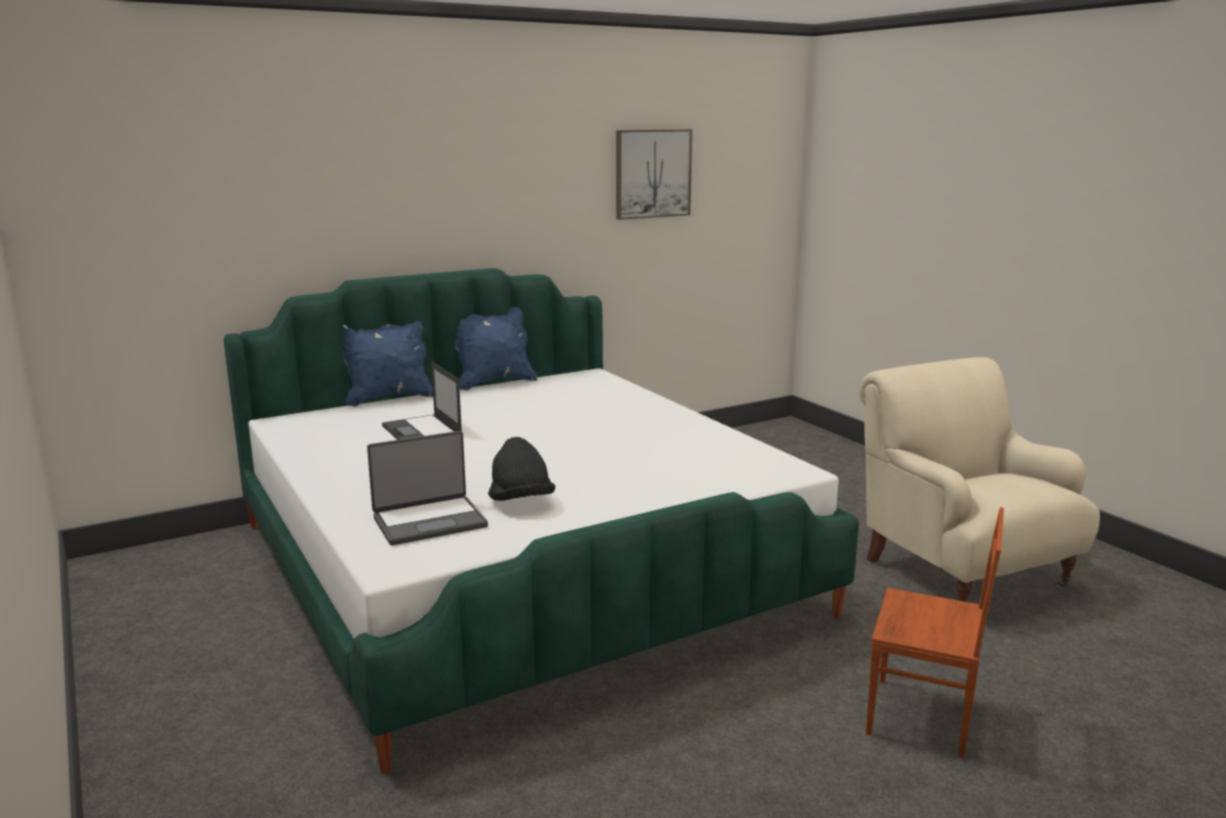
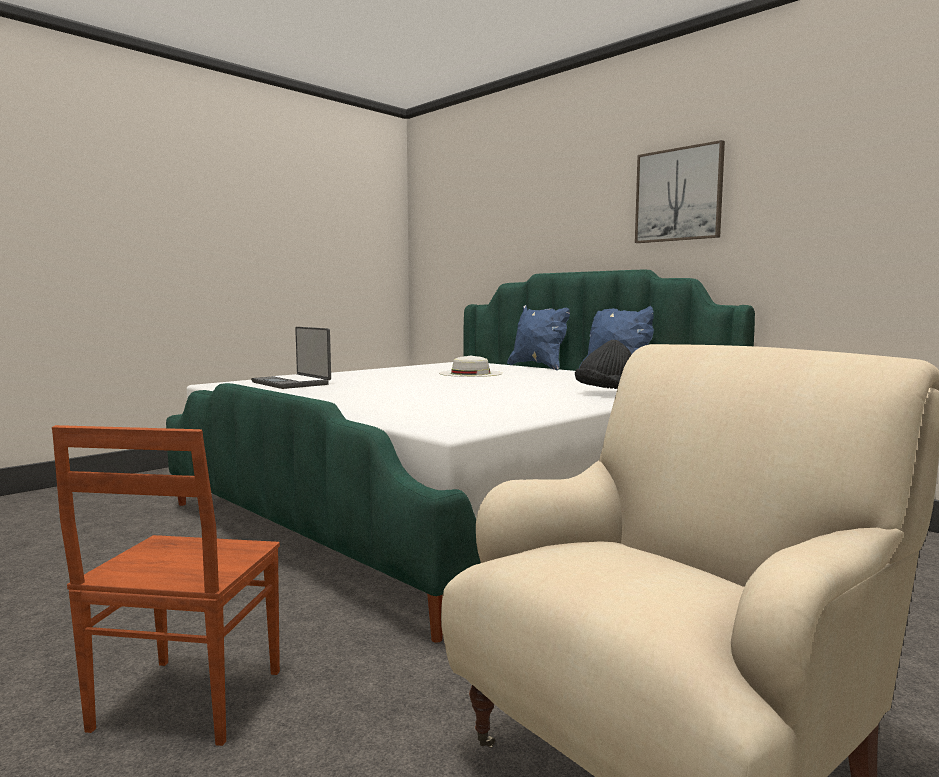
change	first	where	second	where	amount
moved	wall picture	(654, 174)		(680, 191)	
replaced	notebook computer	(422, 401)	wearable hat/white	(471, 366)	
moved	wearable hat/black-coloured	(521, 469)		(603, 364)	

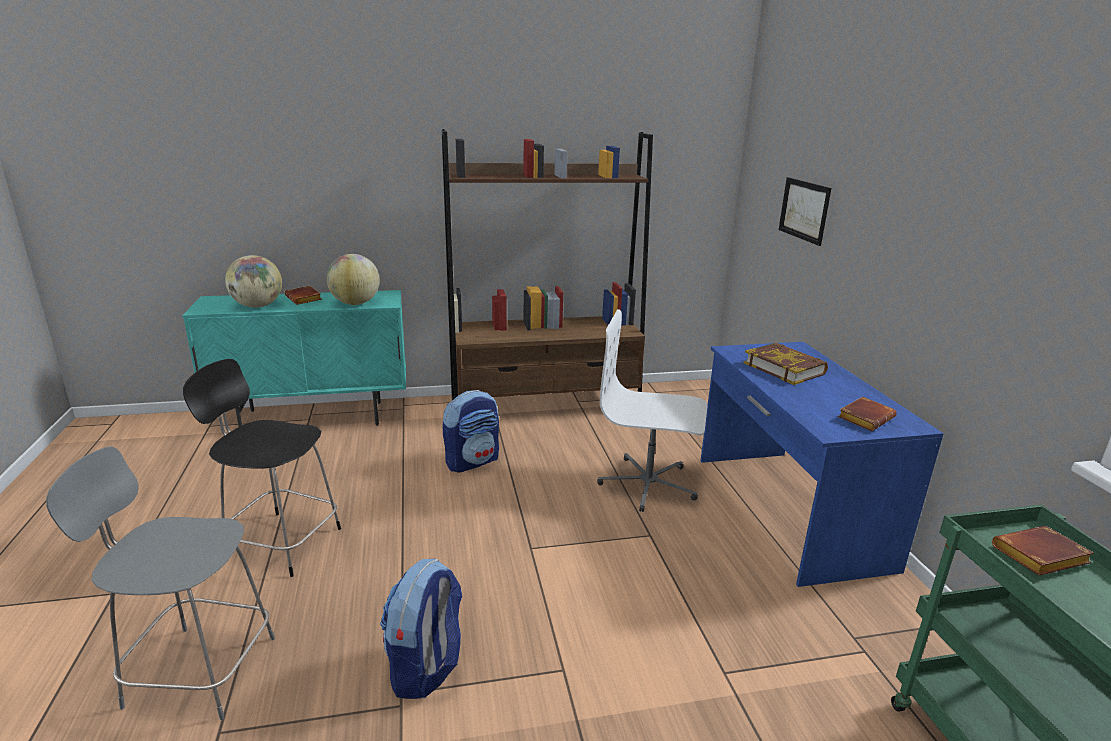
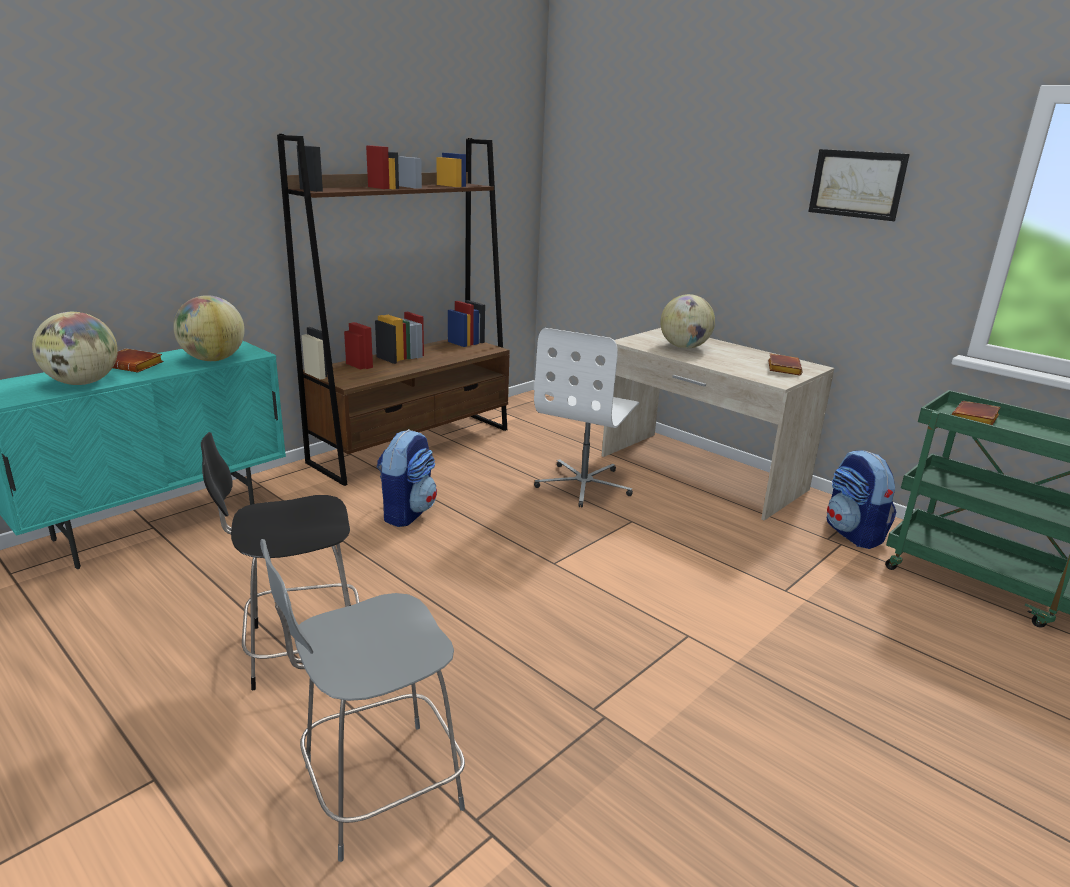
change	first	where	second	where	amount
moved	wall picture	(805, 211)		(859, 185)	
turned	computer chair/white	(652, 410)		(586, 417)	45 degrees counterclockwise
recoloured	desk table/blue	(822, 464)	desk table/beige-coloured	(718, 424)	
replaced	bound book	(786, 364)	globe	(687, 321)	
moved	rucksack	(421, 629)		(861, 499)	

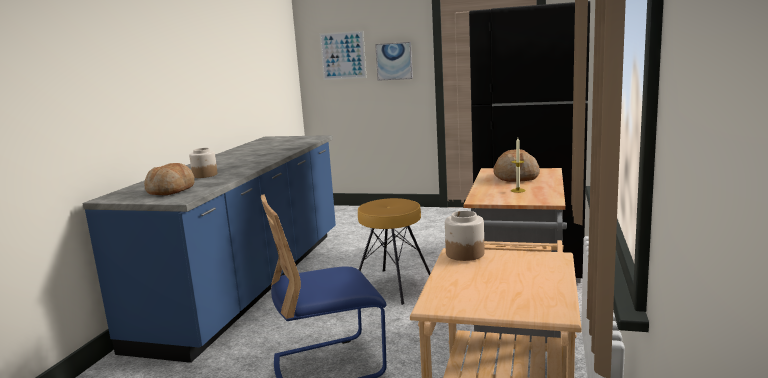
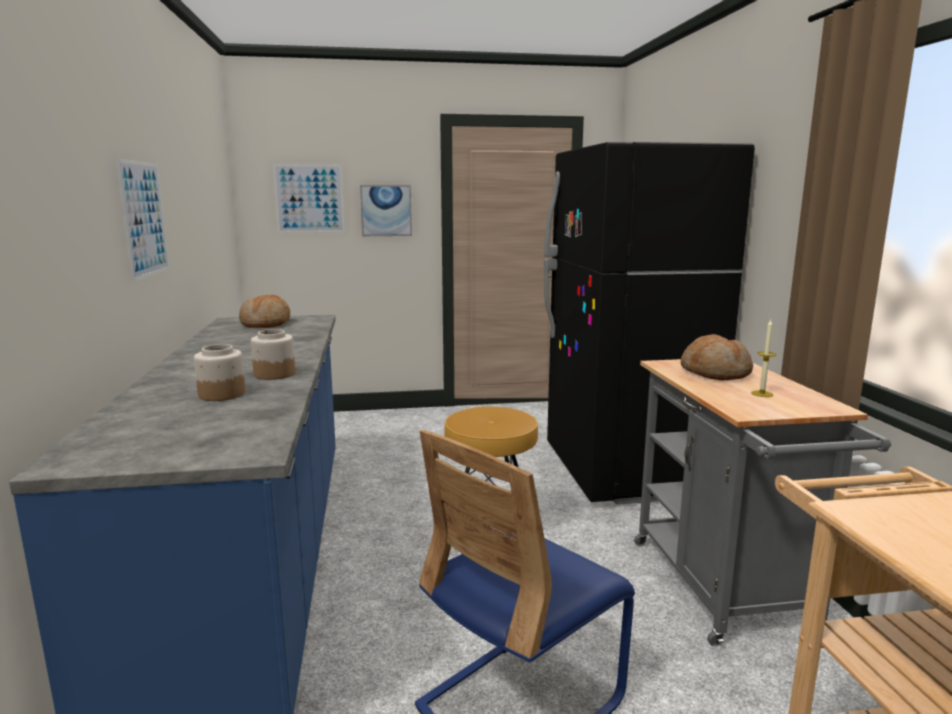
change	first	where	second	where	amount
moved	baked bread	(169, 179)		(264, 311)	
moved	storage jar	(464, 236)		(273, 354)	
added			wall picture	(142, 220)	

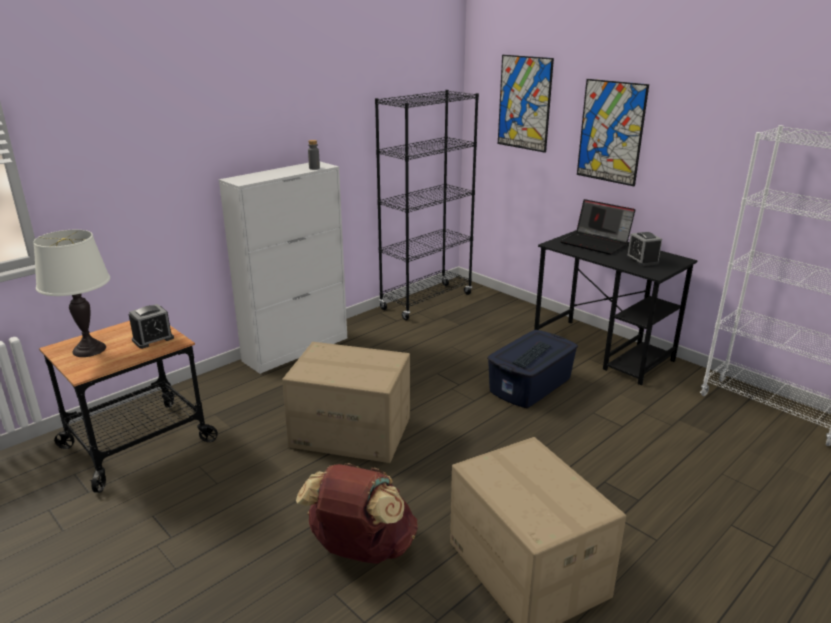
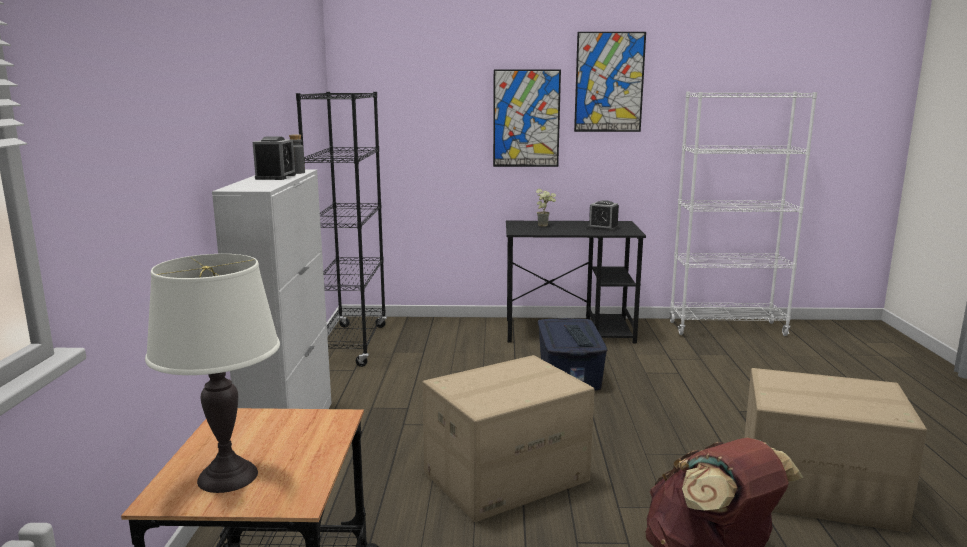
change	first	where	second	where	amount
moved	wall picture	(526, 104)		(610, 82)	
replaced	notebook computer	(597, 227)	plant in a pot	(546, 208)	
moved	bedside clock	(151, 326)		(274, 158)	

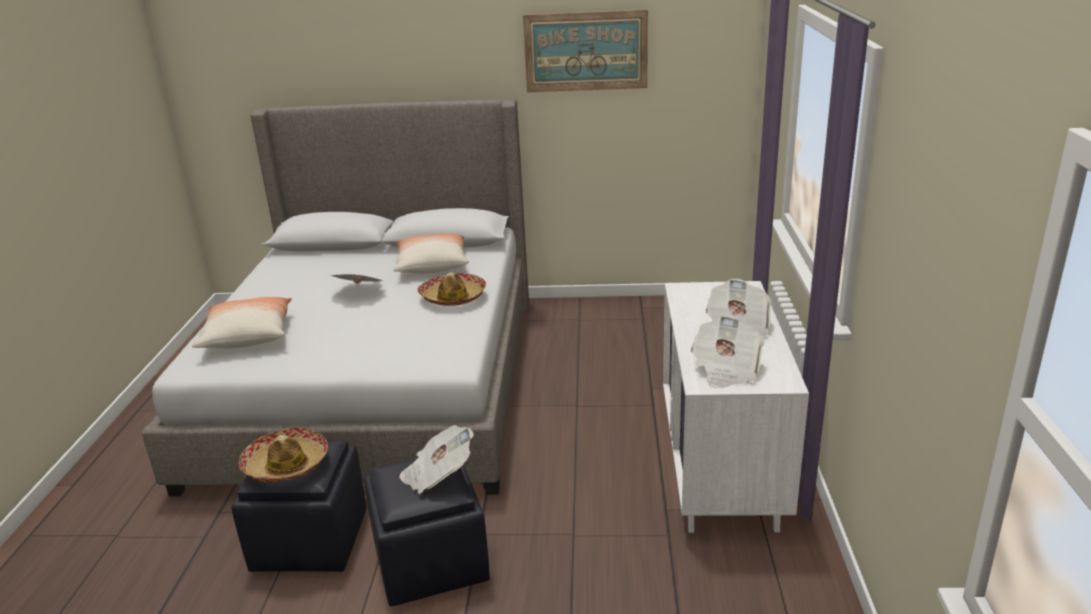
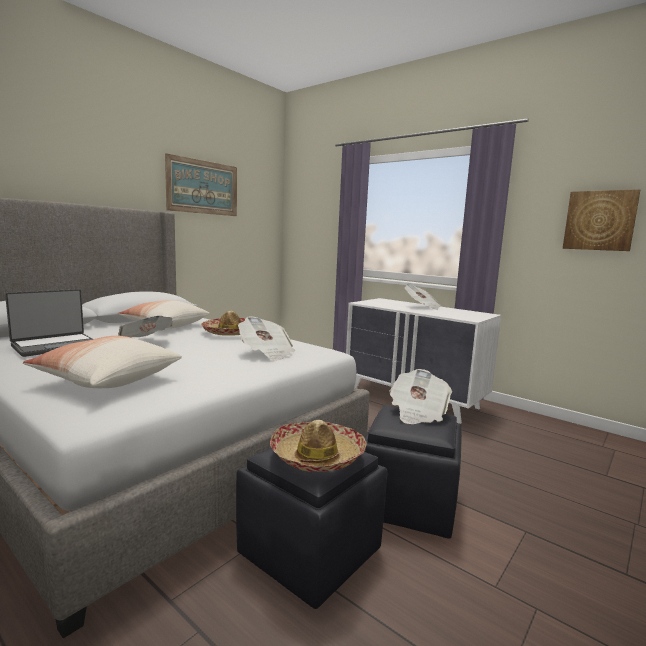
change	first	where	second	where	amount
moved	printed paper	(727, 351)		(266, 338)	
added			wall picture	(601, 220)	
added			notebook computer	(49, 323)	

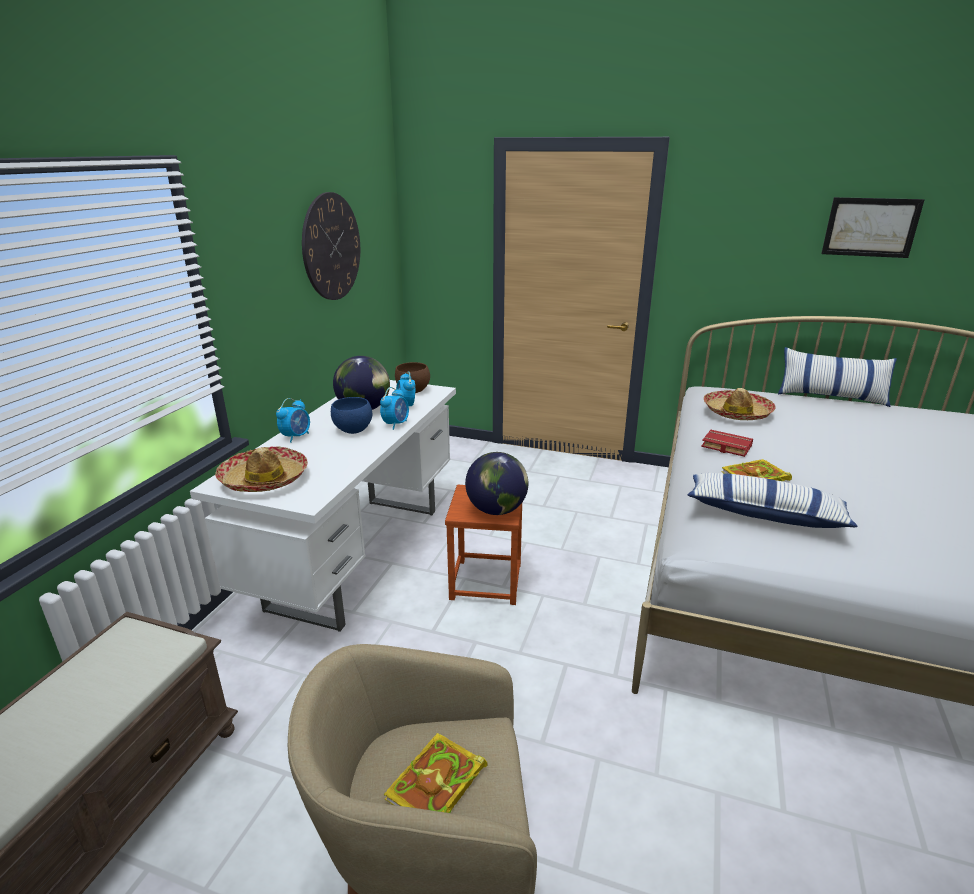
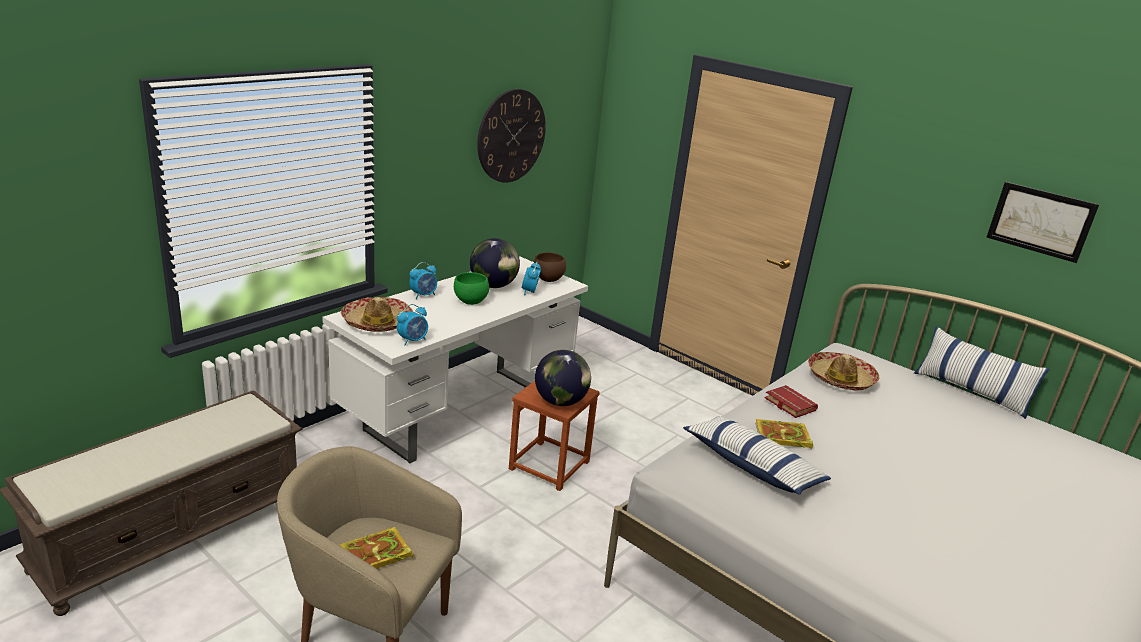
change	first	where	second	where	amount
moved	bedside clock	(394, 408)		(412, 324)	
recoloured	serving bowl/blue	(351, 415)	serving bowl/green-coloured	(471, 288)	

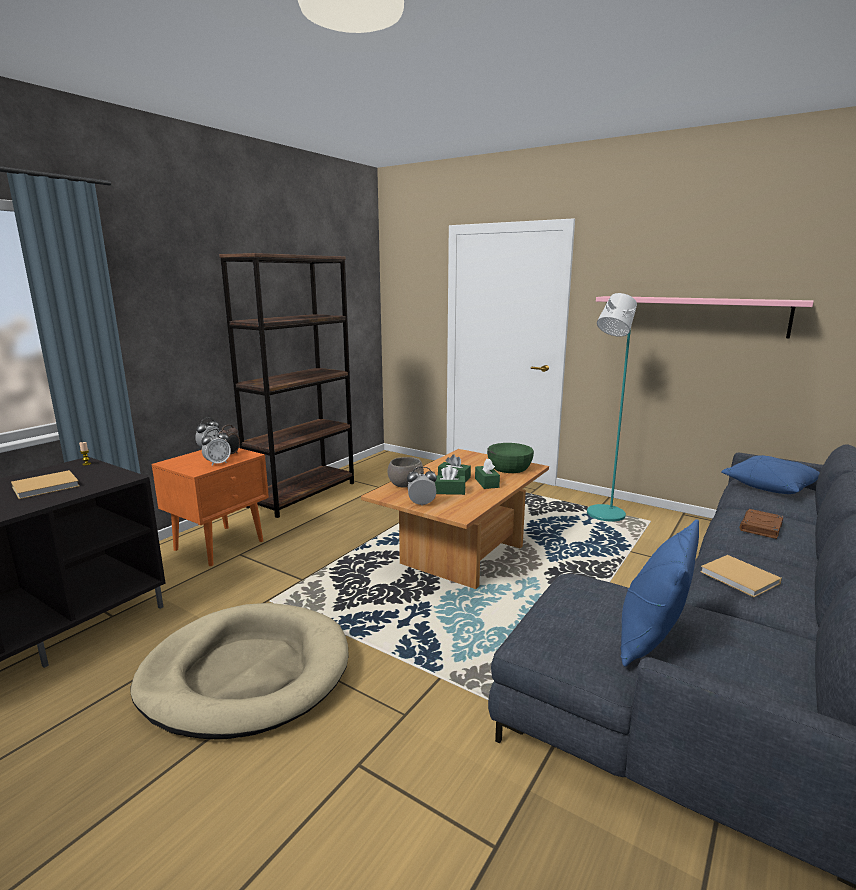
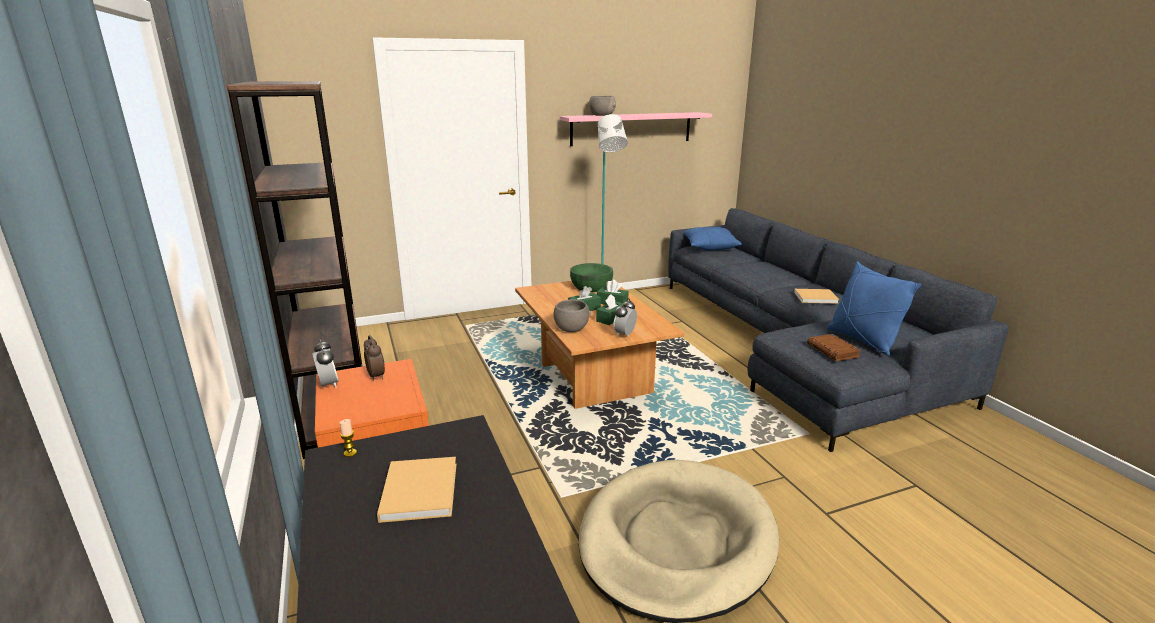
change	first	where	second	where	amount
removed	bedside clock	(216, 447)			
moved	bound book/brownish	(761, 524)		(834, 347)	
added			serving bowl/gray	(602, 106)	

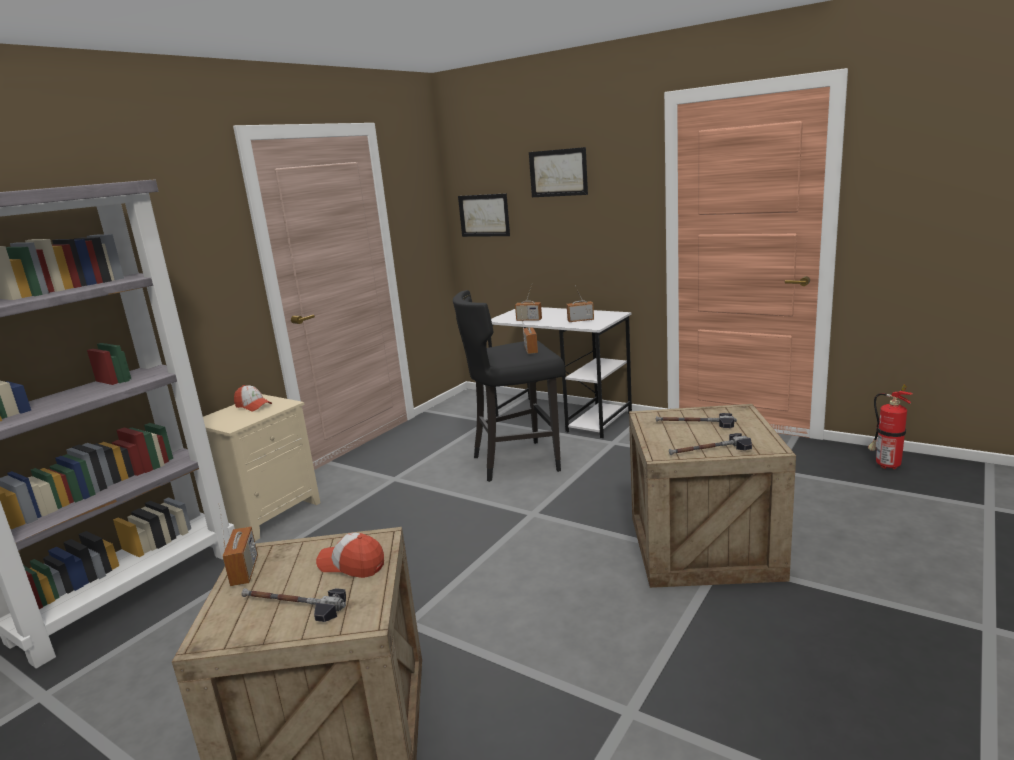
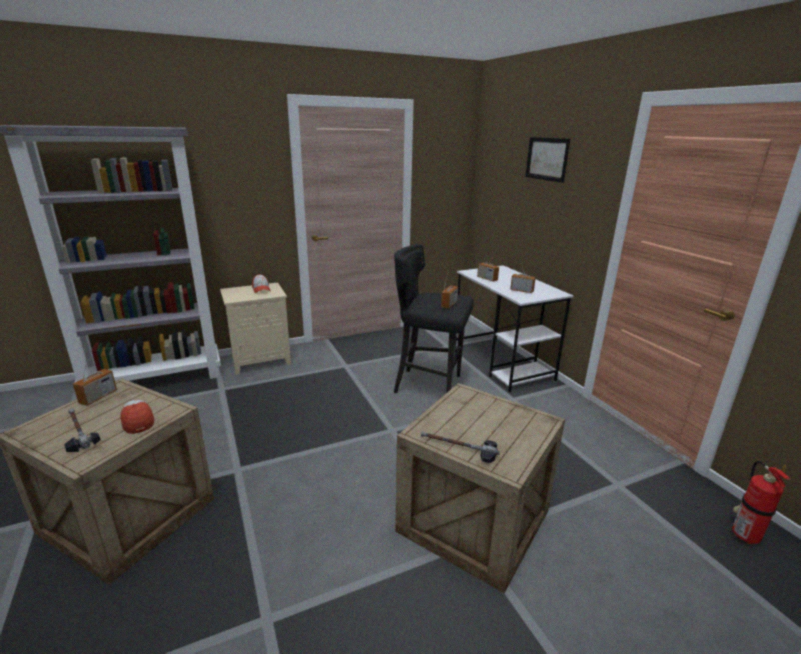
change	first	where	second	where	amount
removed	wall picture	(484, 215)			
removed	hand hammer	(696, 420)			

